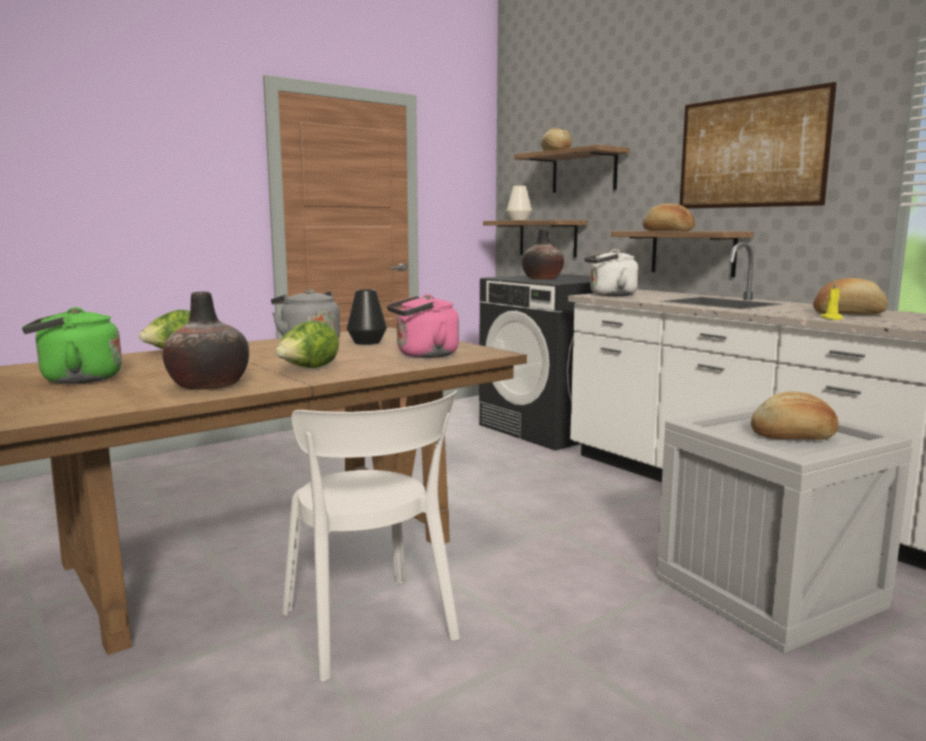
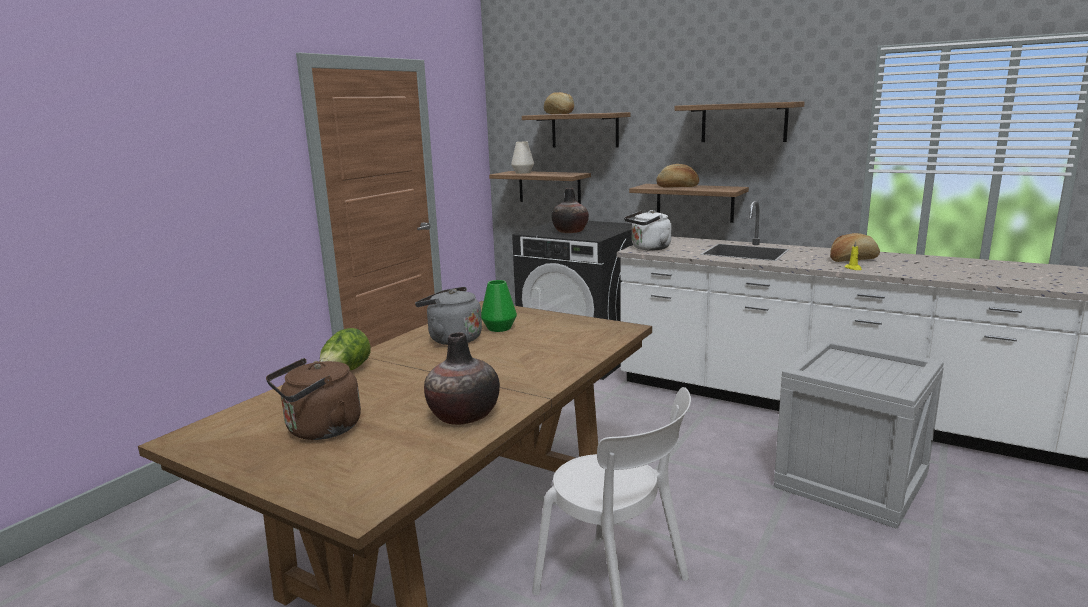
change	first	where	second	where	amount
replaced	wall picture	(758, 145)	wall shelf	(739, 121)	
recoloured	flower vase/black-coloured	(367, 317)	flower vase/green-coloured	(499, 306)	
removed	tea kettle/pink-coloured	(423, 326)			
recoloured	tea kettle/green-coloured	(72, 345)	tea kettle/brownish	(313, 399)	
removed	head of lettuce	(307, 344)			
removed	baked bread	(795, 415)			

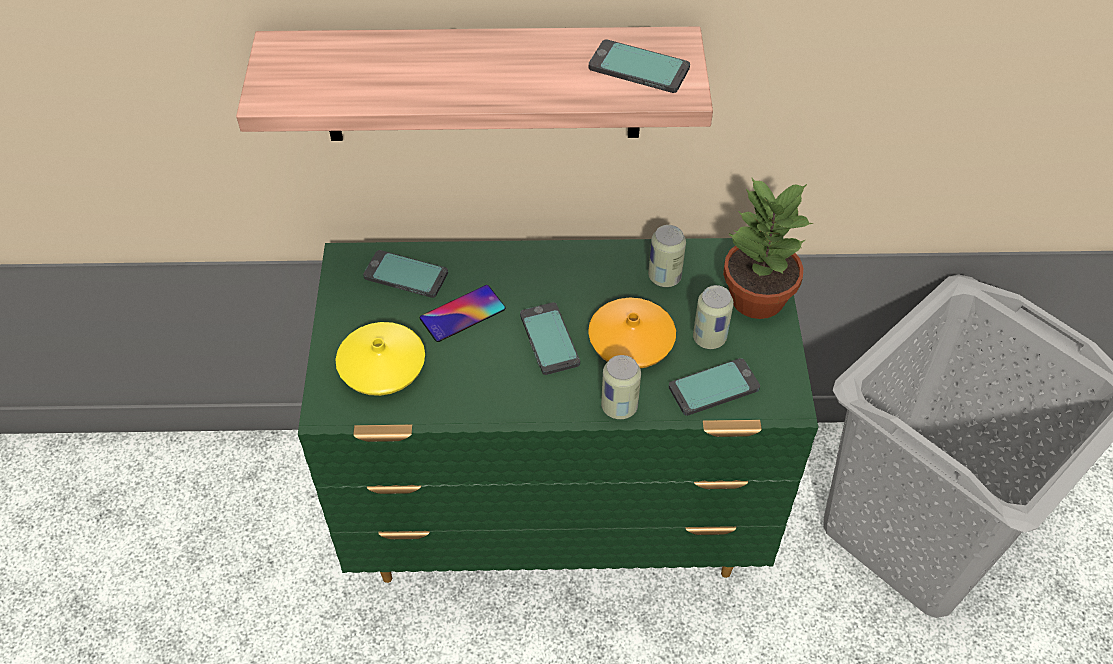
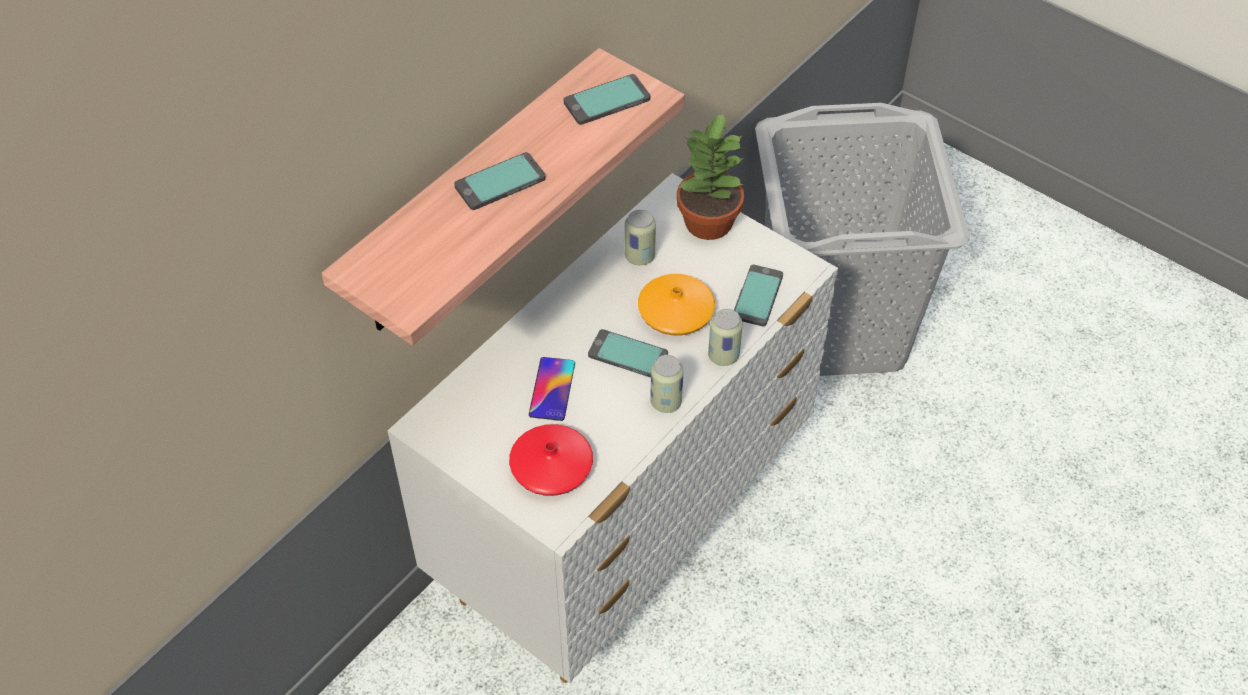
change	first	where	second	where	amount
recoloured	drawer chest/green-coloured	(558, 410)	drawer chest/white	(613, 428)	
moved	handset	(405, 274)		(500, 181)	
moved	can	(713, 317)		(667, 384)	
recoloured	flower vase/yellow	(380, 359)	flower vase/red	(551, 460)	

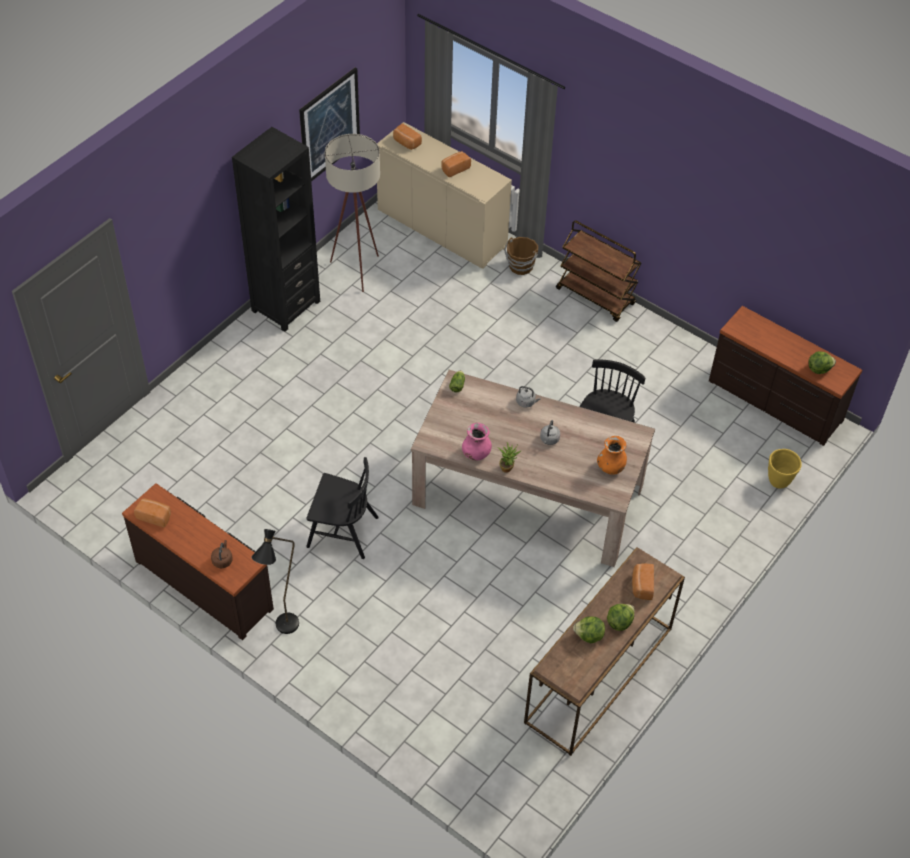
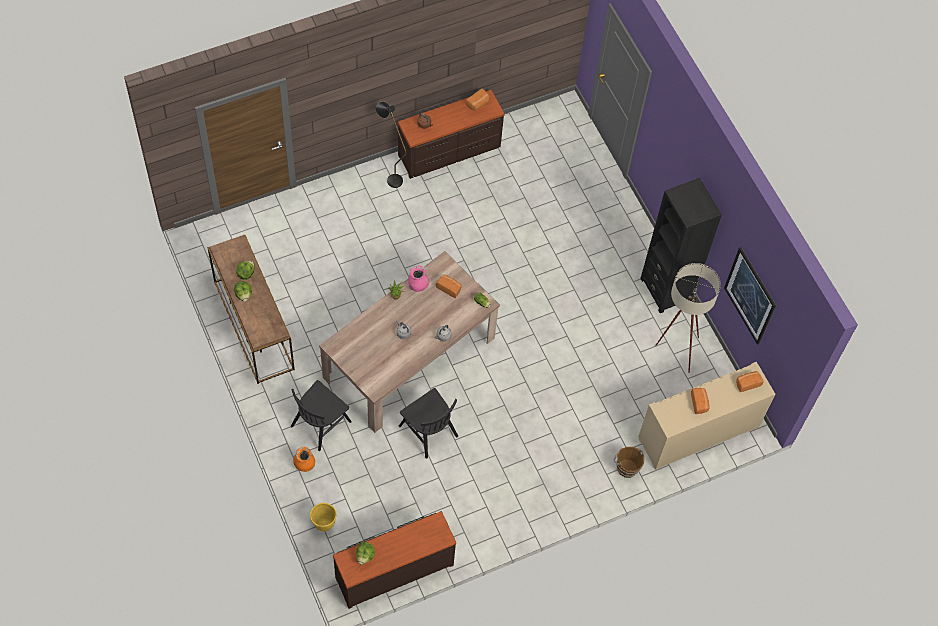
change	first	where	second	where	amount
removed	wheeled cart/brownish	(598, 271)			
moved	flower vase/orange	(612, 455)		(304, 459)	
moved	upright chair/black-coloured	(342, 508)		(321, 415)	
moved	baked bread	(643, 581)		(448, 286)	

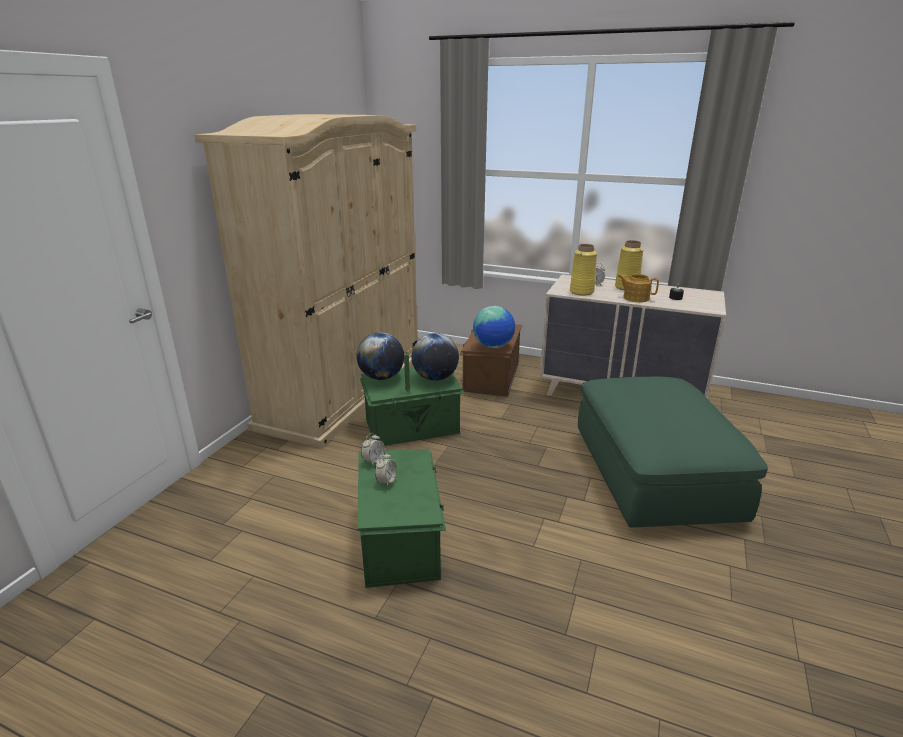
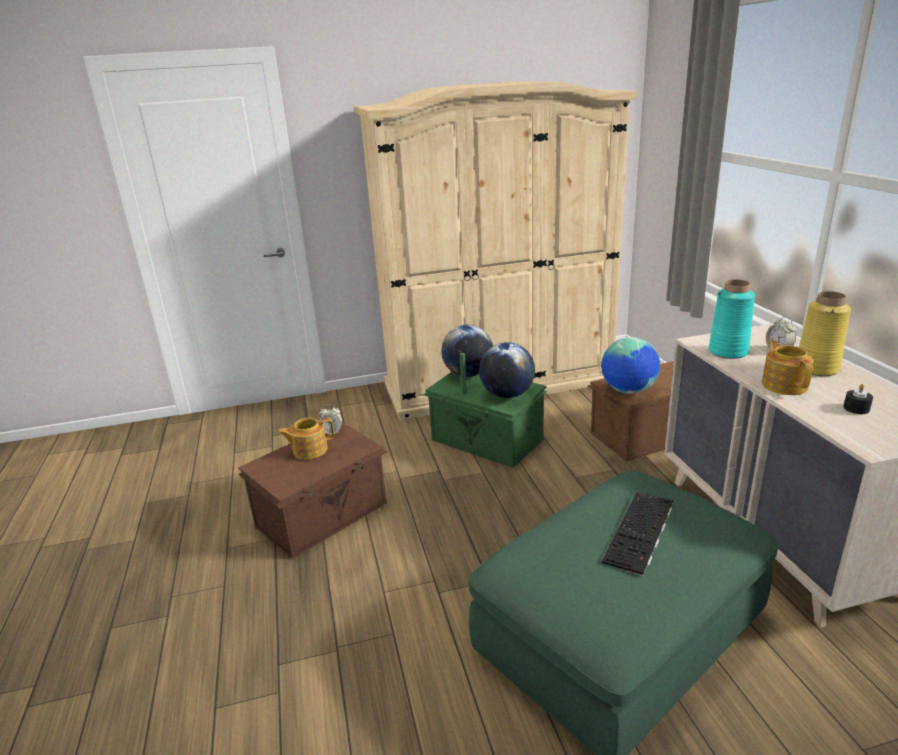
change	first	where	second	where	amount
recoloured	flower vase/yellow	(583, 269)	flower vase/turquoise-coloured	(732, 319)	
recoloured	storage container/green-coloured	(402, 518)	storage container/brownish	(312, 490)	
replaced	bedside clock	(386, 469)	pot for tea	(305, 438)	
added			computer keyboard	(637, 534)	

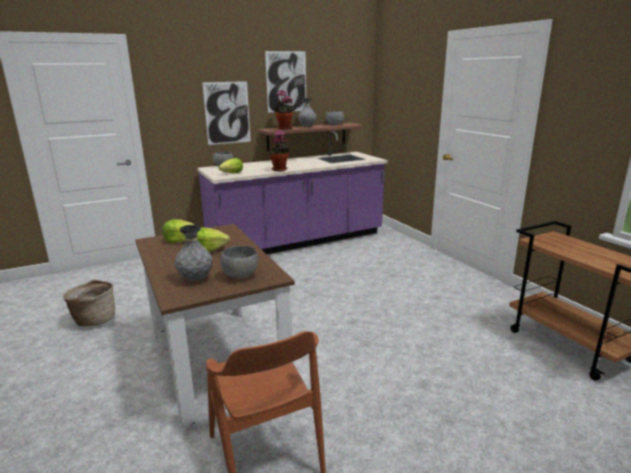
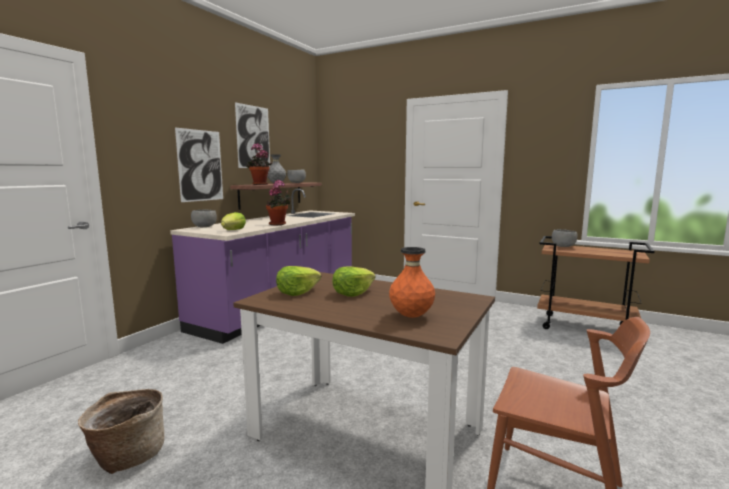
change	first	where	second	where	amount
recoloured	flower vase/gray	(194, 253)	flower vase/orange	(412, 282)	
moved	serving bowl/gray	(239, 262)		(565, 238)	

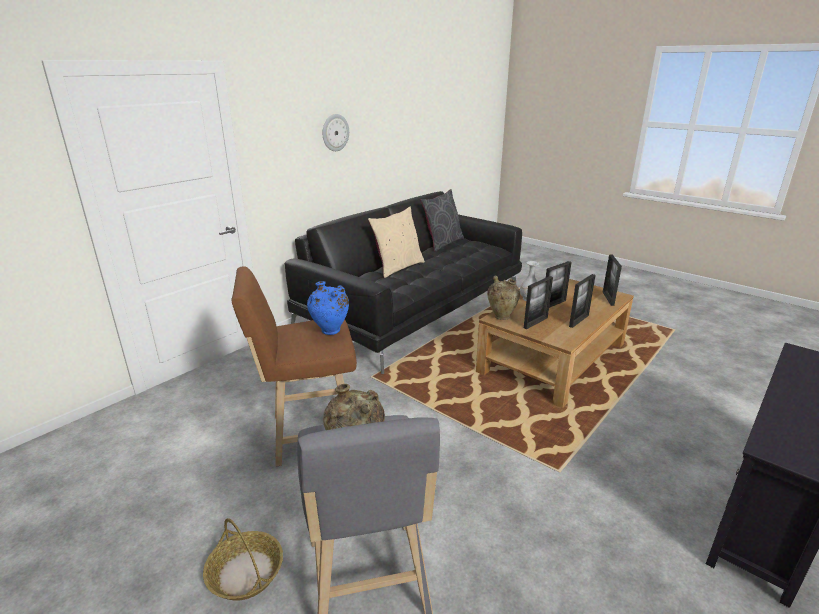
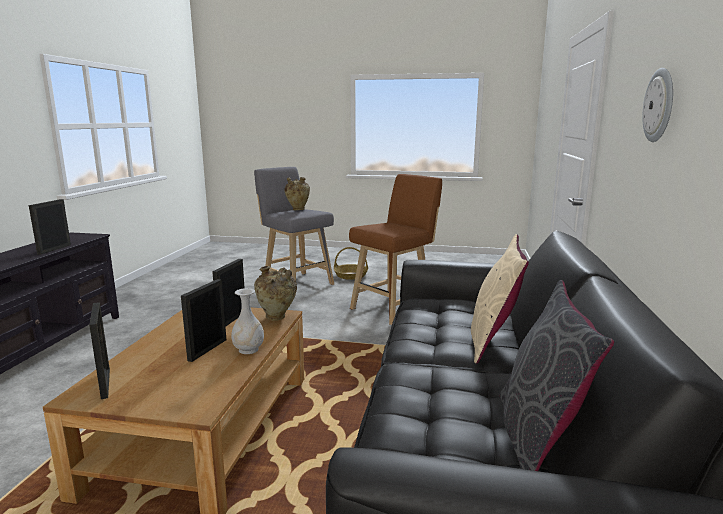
change	first	where	second	where	amount
moved	photo frame	(582, 301)		(50, 227)	
removed	flower vase/blue	(328, 308)			

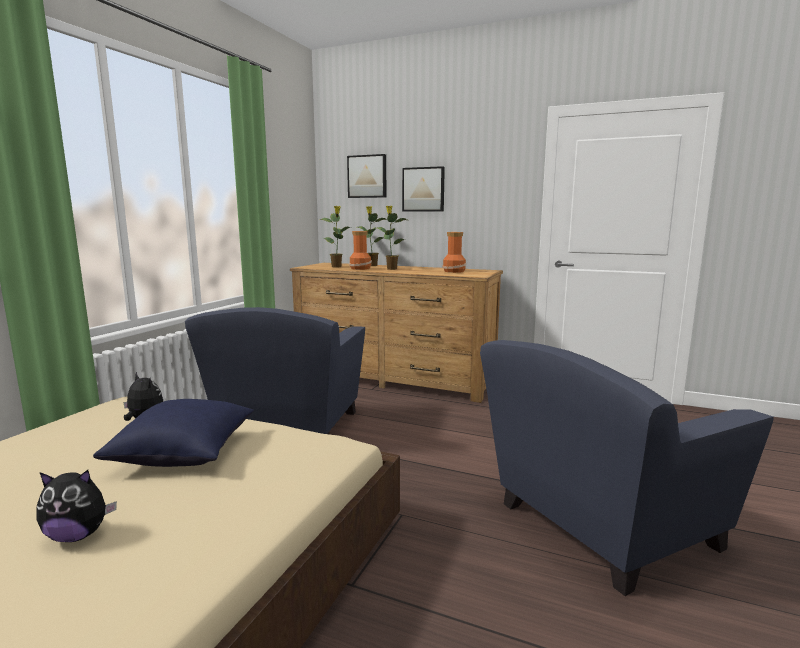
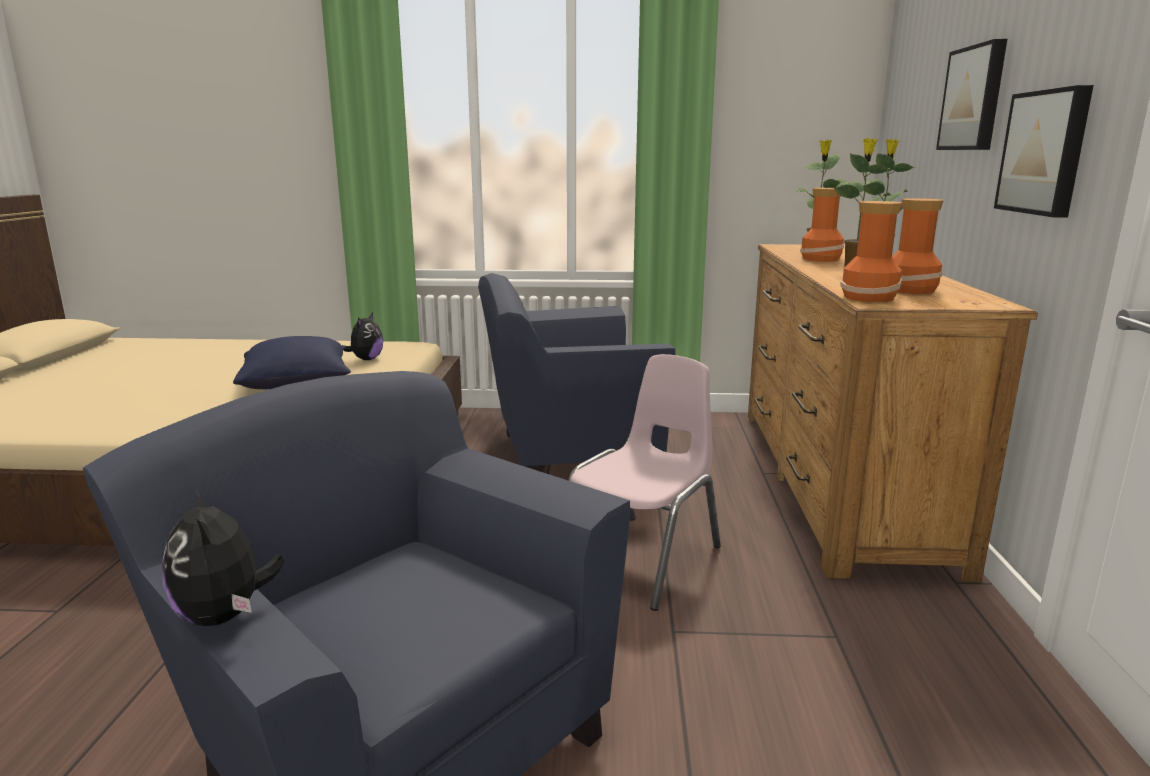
change	first	where	second	where	amount
moved	wall picture	(366, 176)		(1044, 151)	
moved	cuddly toy	(76, 506)		(223, 557)	
added			flower vase	(871, 251)	
added			upright chair/pink-coloured	(644, 482)	

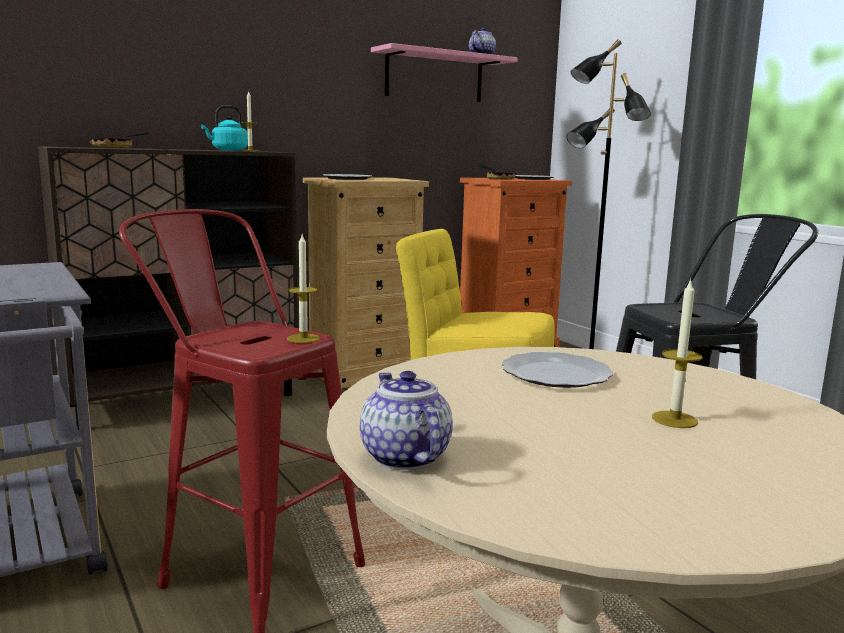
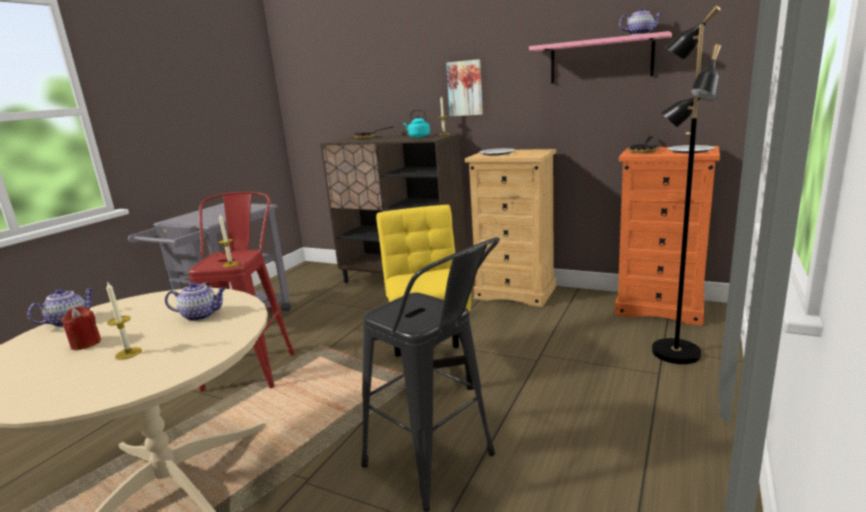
change	first	where	second	where	amount
replaced	plate	(558, 370)	pot for tea	(195, 301)	
added			wall picture	(464, 87)	
added			candle/red	(80, 328)	

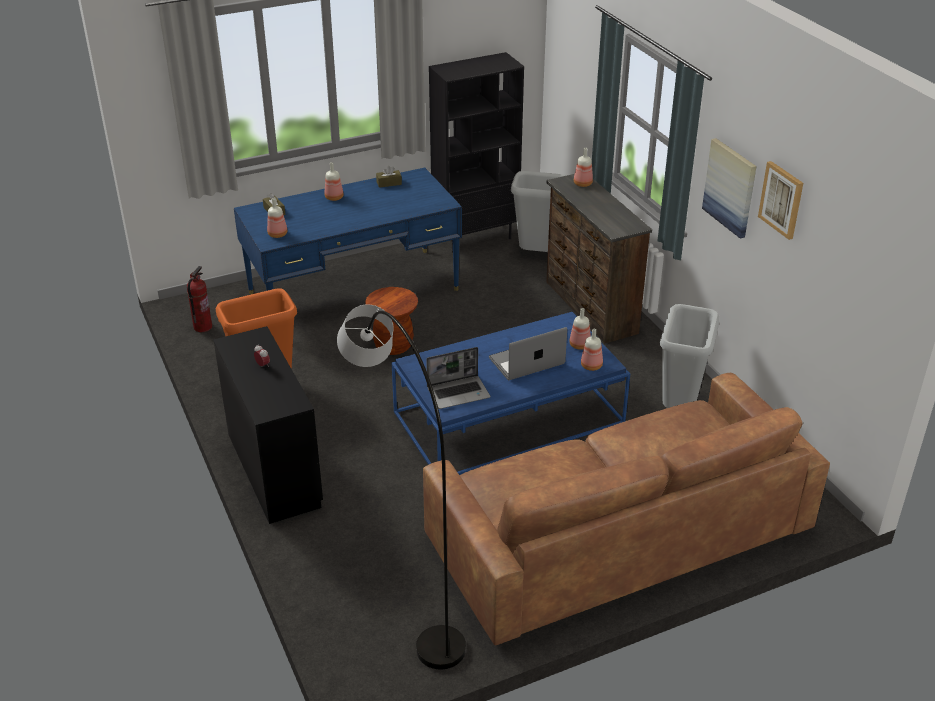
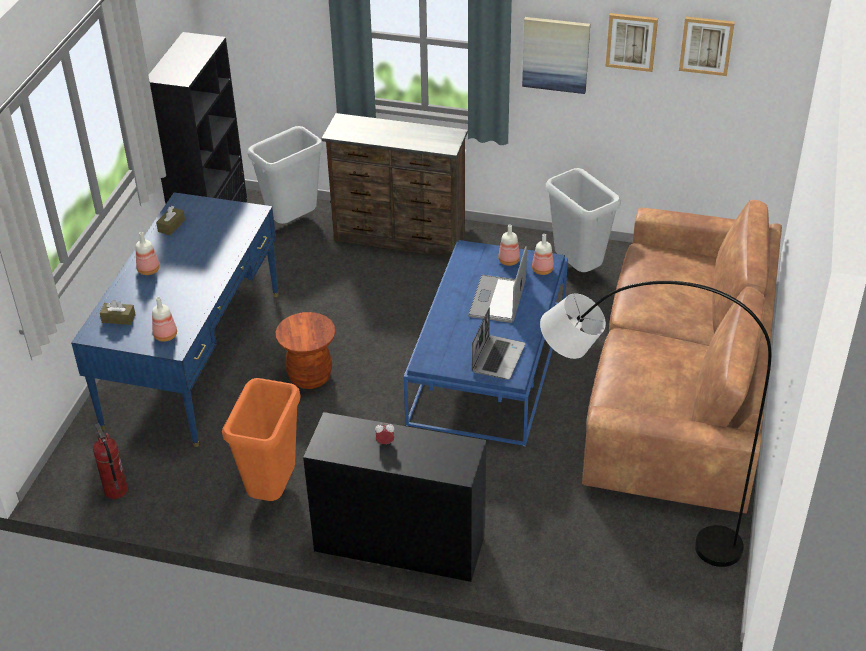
change	first	where	second	where	amount
removed	drink bottle	(583, 167)			
added			wall picture	(707, 46)	

